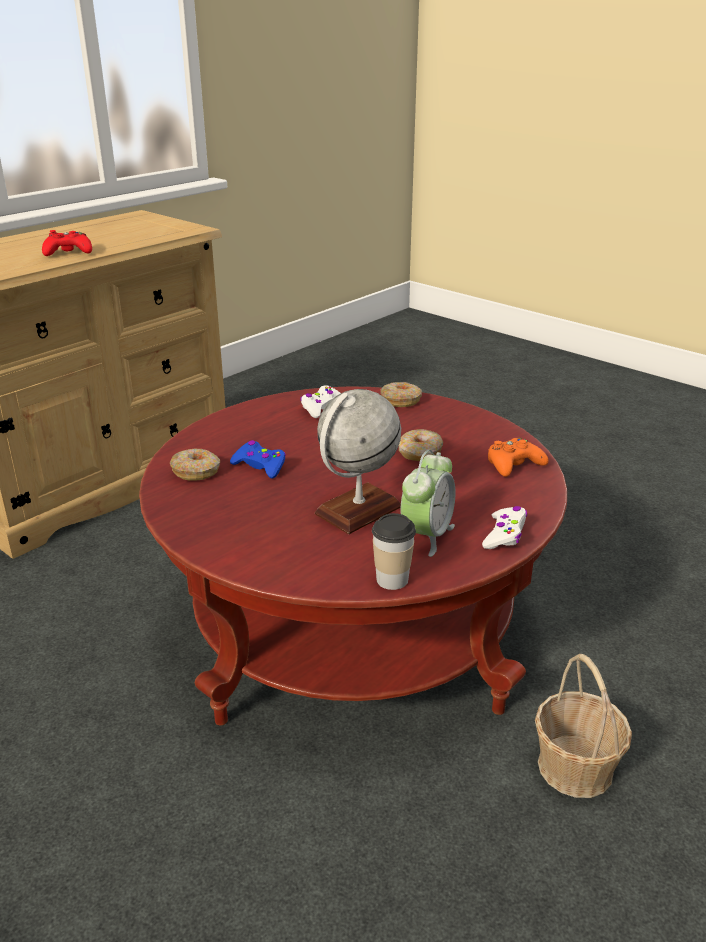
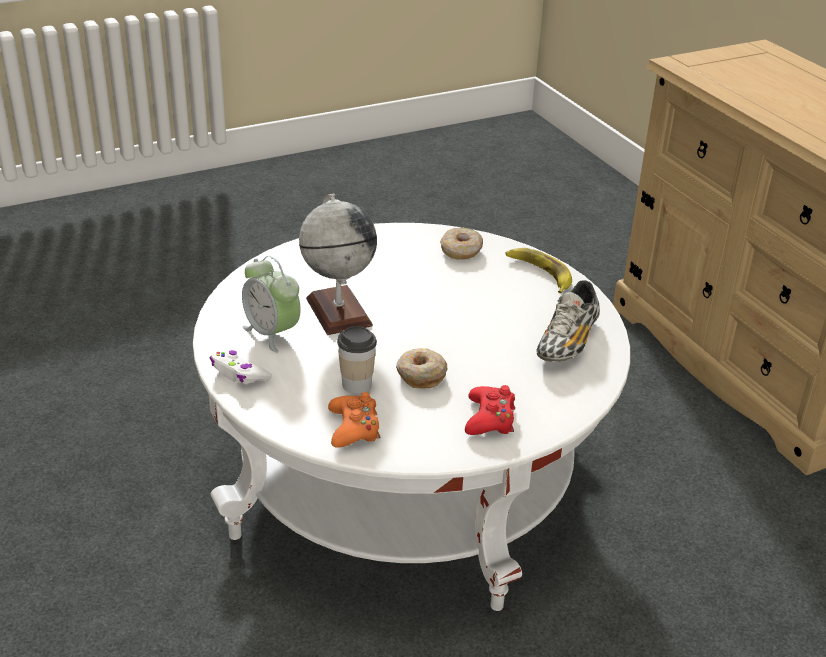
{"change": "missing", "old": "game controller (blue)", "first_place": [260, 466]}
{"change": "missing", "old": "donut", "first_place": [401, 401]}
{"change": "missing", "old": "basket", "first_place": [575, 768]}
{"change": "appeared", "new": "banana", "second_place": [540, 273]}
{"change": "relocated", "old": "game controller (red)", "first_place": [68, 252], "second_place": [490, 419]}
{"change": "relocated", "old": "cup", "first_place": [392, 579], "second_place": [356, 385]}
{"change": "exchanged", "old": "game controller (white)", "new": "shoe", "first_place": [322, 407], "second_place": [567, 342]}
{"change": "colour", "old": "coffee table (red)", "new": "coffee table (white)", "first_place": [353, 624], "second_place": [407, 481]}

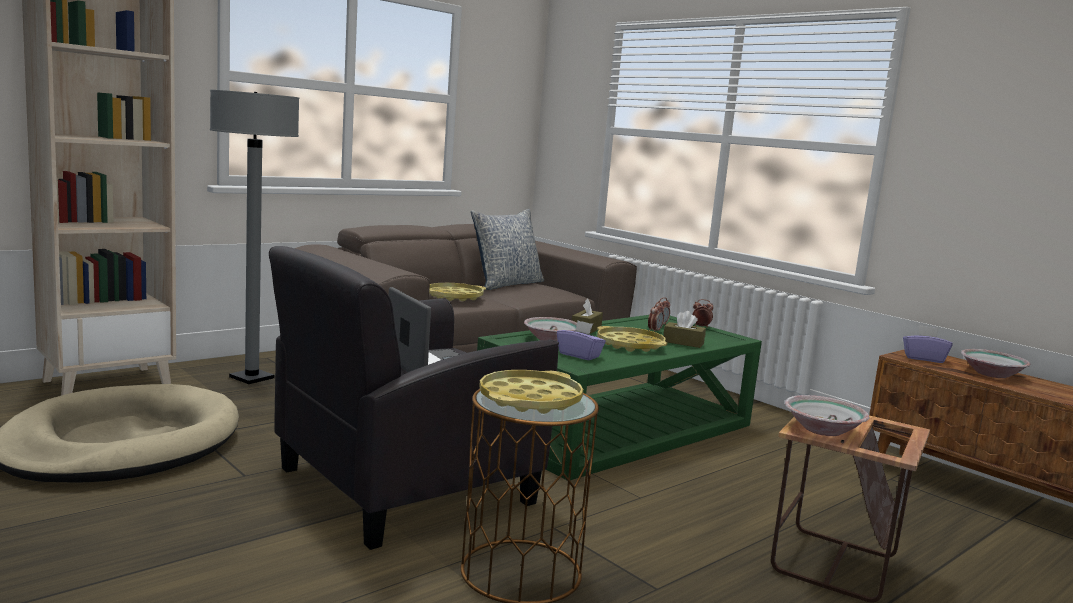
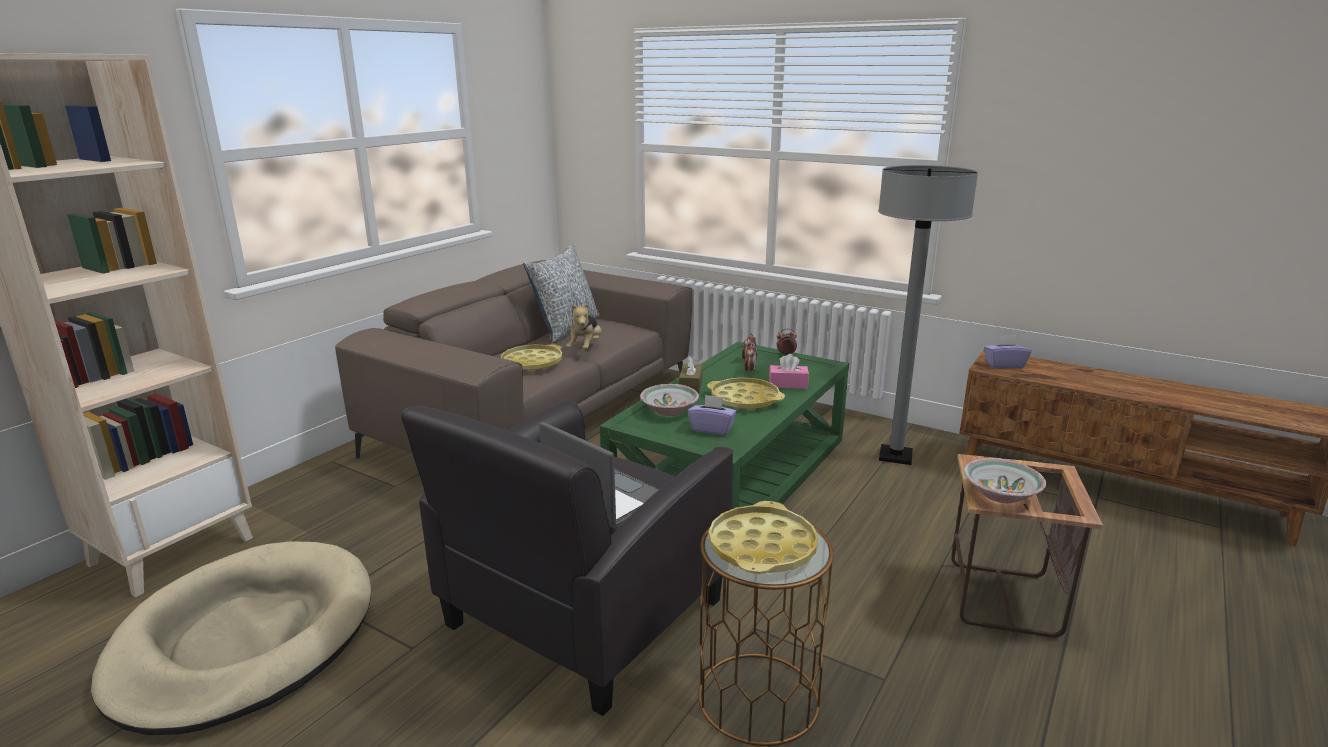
{"change": "missing", "old": "bowl", "first_place": [991, 374]}
{"change": "appeared", "new": "plush toy", "second_place": [585, 347]}
{"change": "relocated", "old": "floor lamp (grey)", "first_place": [251, 378], "second_place": [895, 456]}
{"change": "colour", "old": "tissue box (brown)", "new": "tissue box (pink)", "first_place": [683, 342], "second_place": [788, 384]}

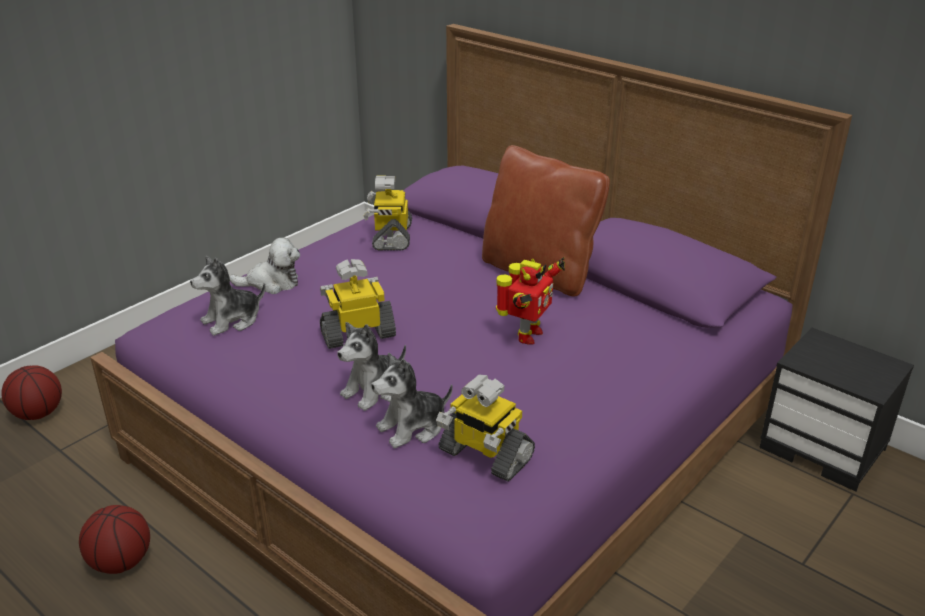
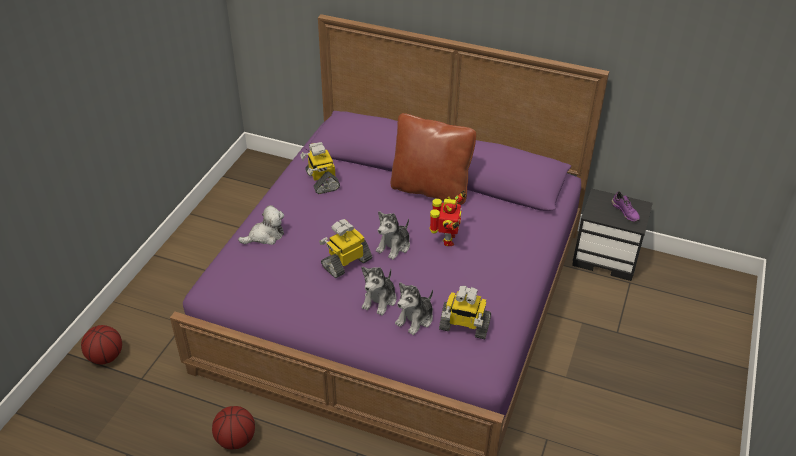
{"change": "appeared", "new": "shoe (purple)", "second_place": [625, 212]}
{"change": "relocated", "old": "plush toy", "first_place": [232, 320], "second_place": [394, 246]}

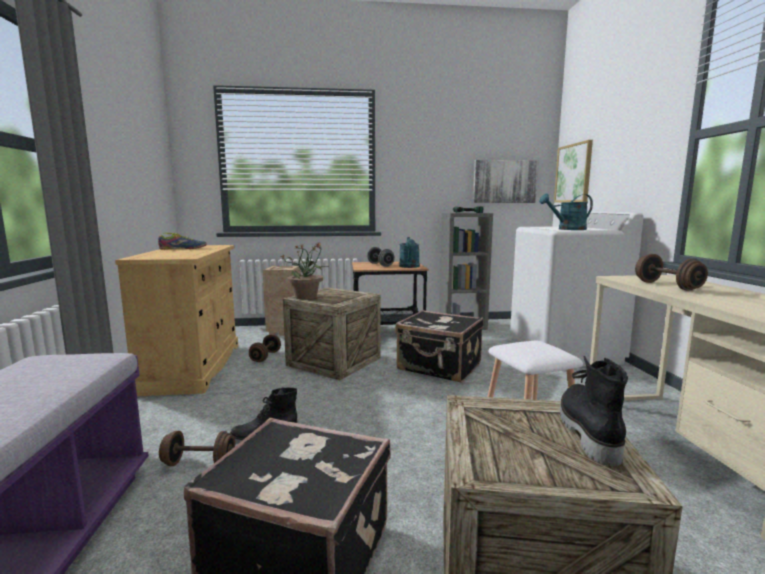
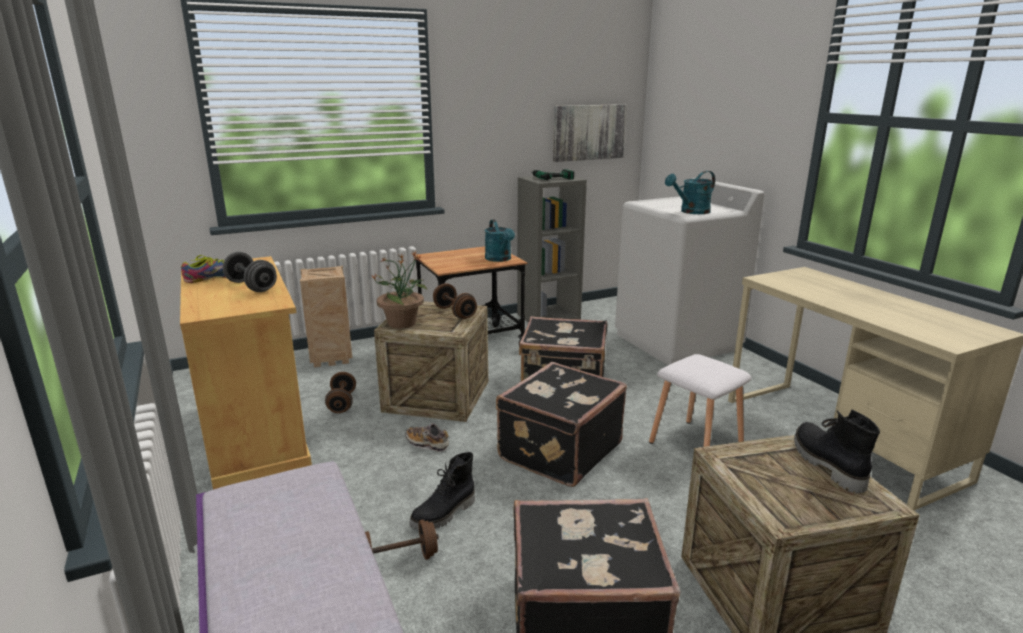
{"change": "missing", "old": "picture", "first_place": [573, 173]}
{"change": "appeared", "new": "shoe", "second_place": [427, 444]}
{"change": "appeared", "new": "suitcase (black)", "second_place": [558, 451]}
{"change": "relocated", "old": "dumbbell (grey)", "first_place": [380, 265], "second_place": [251, 286]}
{"change": "relocated", "old": "dumbbell (brown)", "first_place": [667, 286], "second_place": [454, 313]}

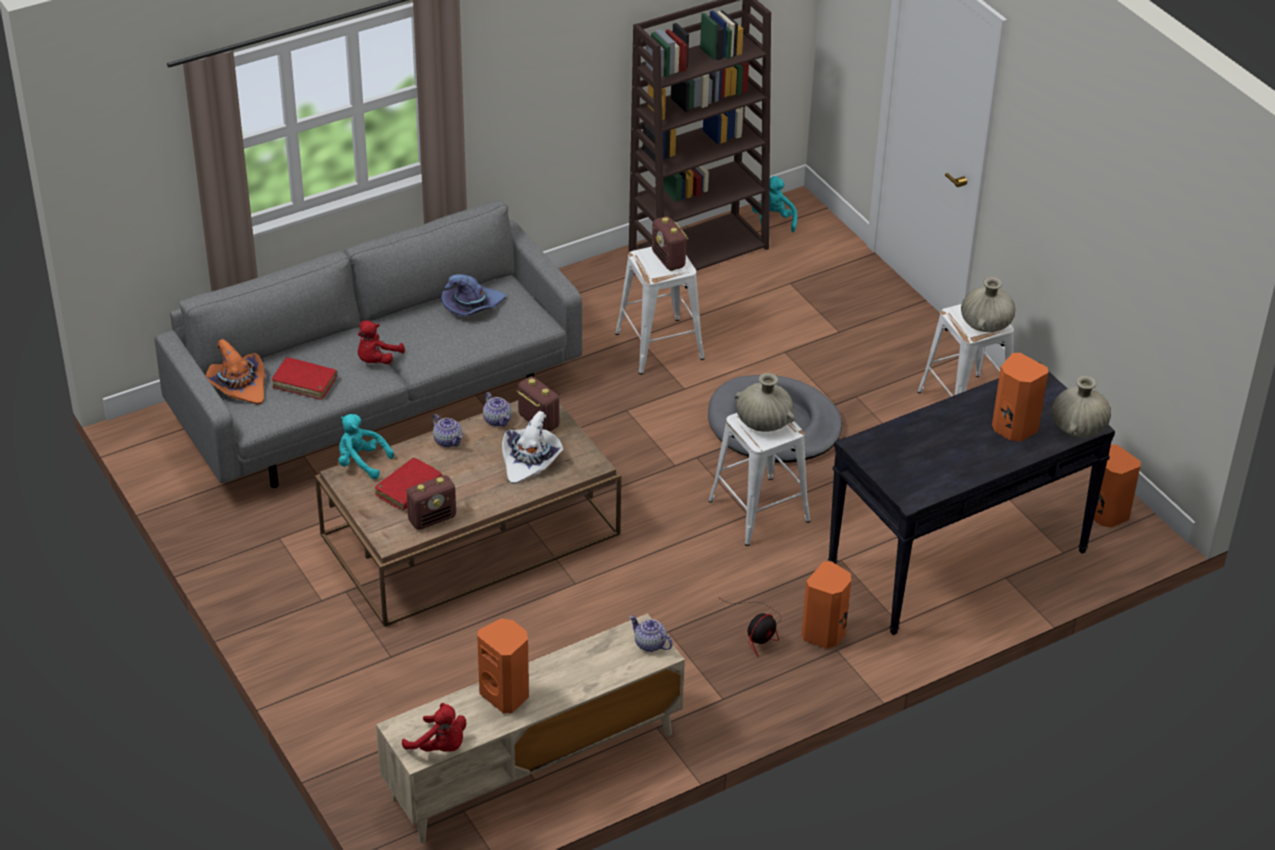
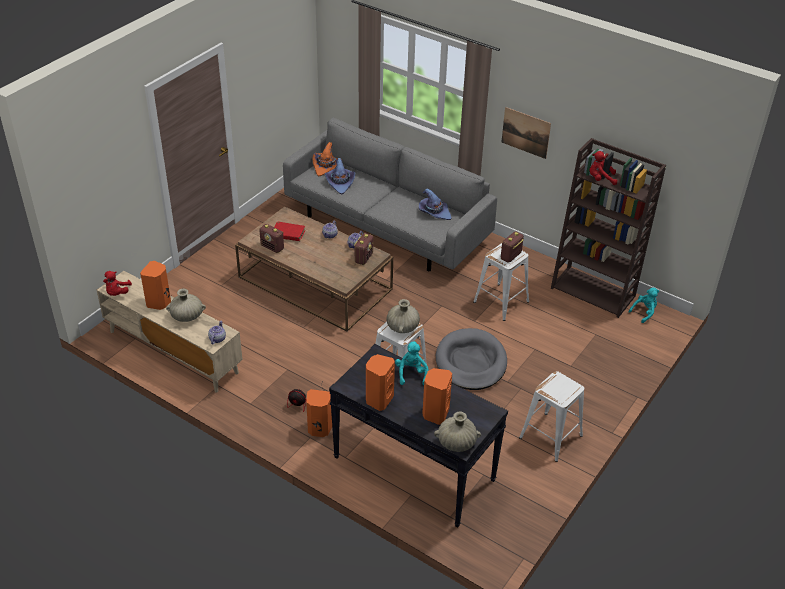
{"change": "missing", "old": "hat (white)", "first_place": [531, 460]}
{"change": "appeared", "new": "picture", "second_place": [525, 132]}
{"change": "relocated", "old": "plush toy (turquoise)", "first_place": [361, 462], "second_place": [411, 373]}
{"change": "relocated", "old": "plush toy (red)", "first_place": [377, 360], "second_place": [600, 179]}
{"change": "relocated", "old": "vase (beige)", "first_place": [986, 324], "second_place": [187, 316]}
{"change": "relocated", "old": "speaker (orange)", "first_place": [1105, 515], "second_place": [378, 400]}
{"change": "exchanged", "old": "book (red)", "new": "hat (purple)", "first_place": [305, 383], "second_place": [340, 183]}

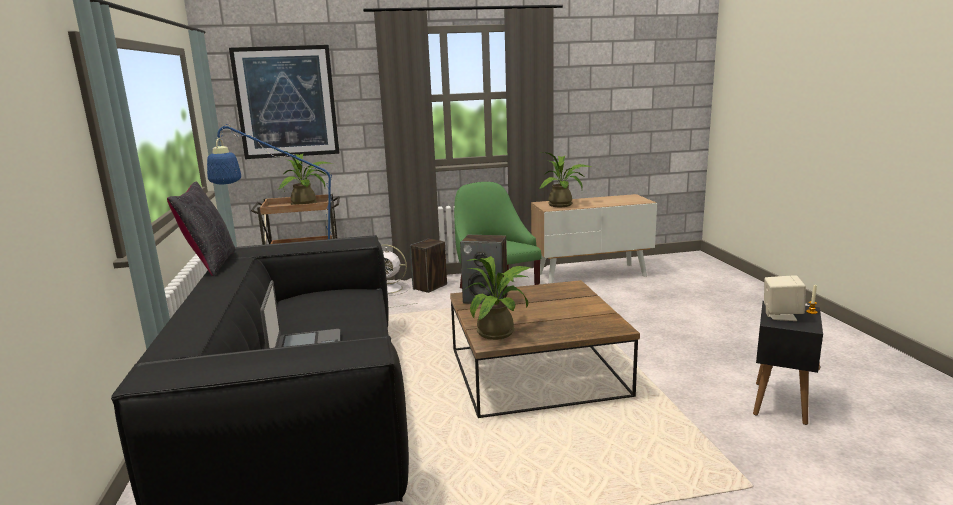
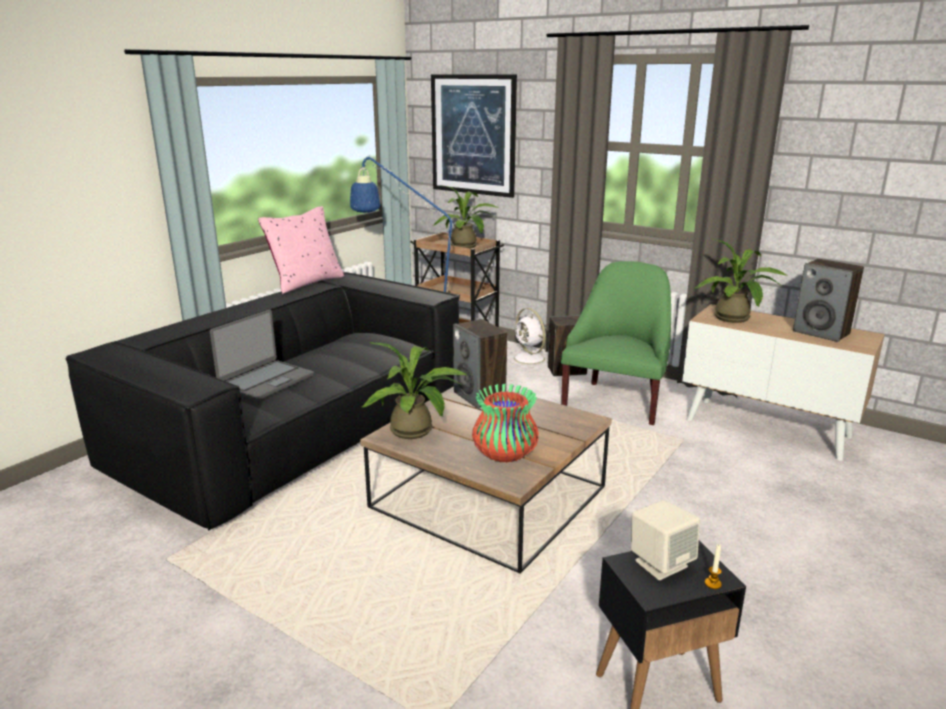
{"change": "appeared", "new": "vase", "second_place": [504, 454]}
{"change": "appeared", "new": "speaker", "second_place": [822, 333]}
{"change": "colour", "old": "pillow (black)", "new": "pillow (pink)", "first_place": [210, 264], "second_place": [306, 283]}

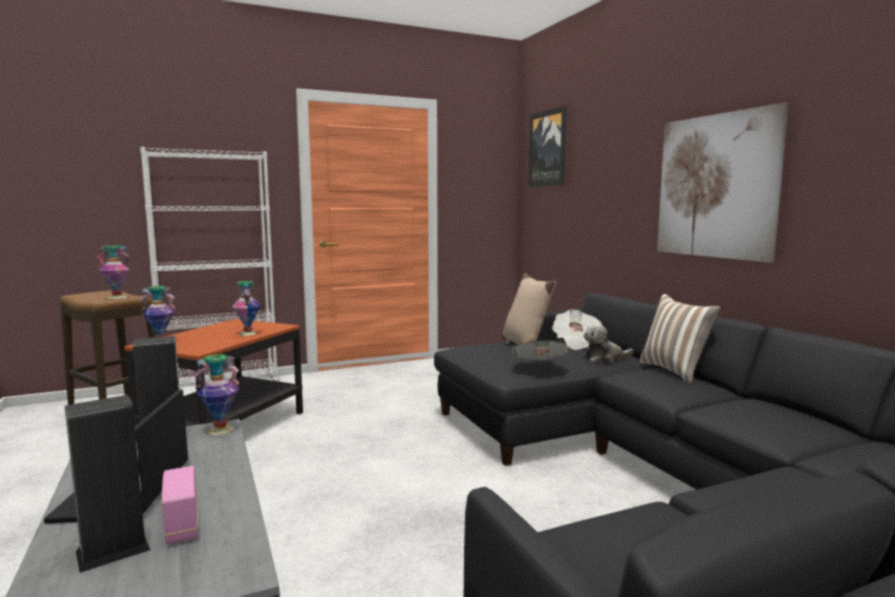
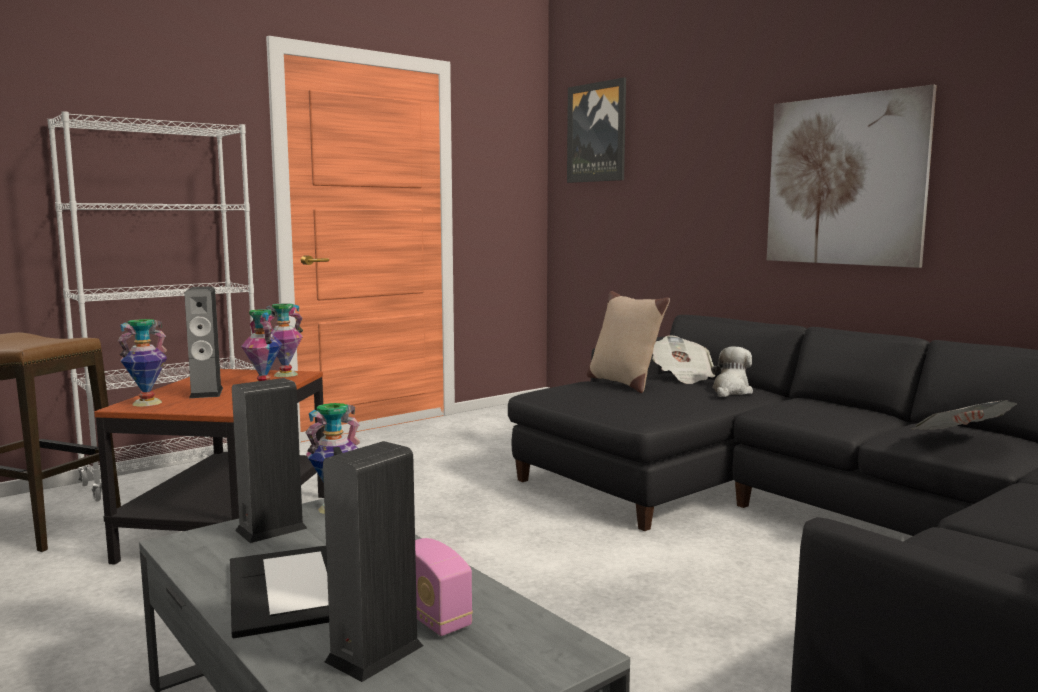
{"change": "missing", "old": "pillow", "first_place": [675, 371]}
{"change": "appeared", "new": "speaker", "second_place": [206, 393]}
{"change": "relocated", "old": "vase", "first_place": [117, 297], "second_place": [285, 374]}
{"change": "relocated", "old": "newspaper", "first_place": [539, 367], "second_place": [959, 440]}
{"change": "spun", "old": "plush toy", "first_place": [604, 358], "second_place": [730, 391], "degrees": 150}

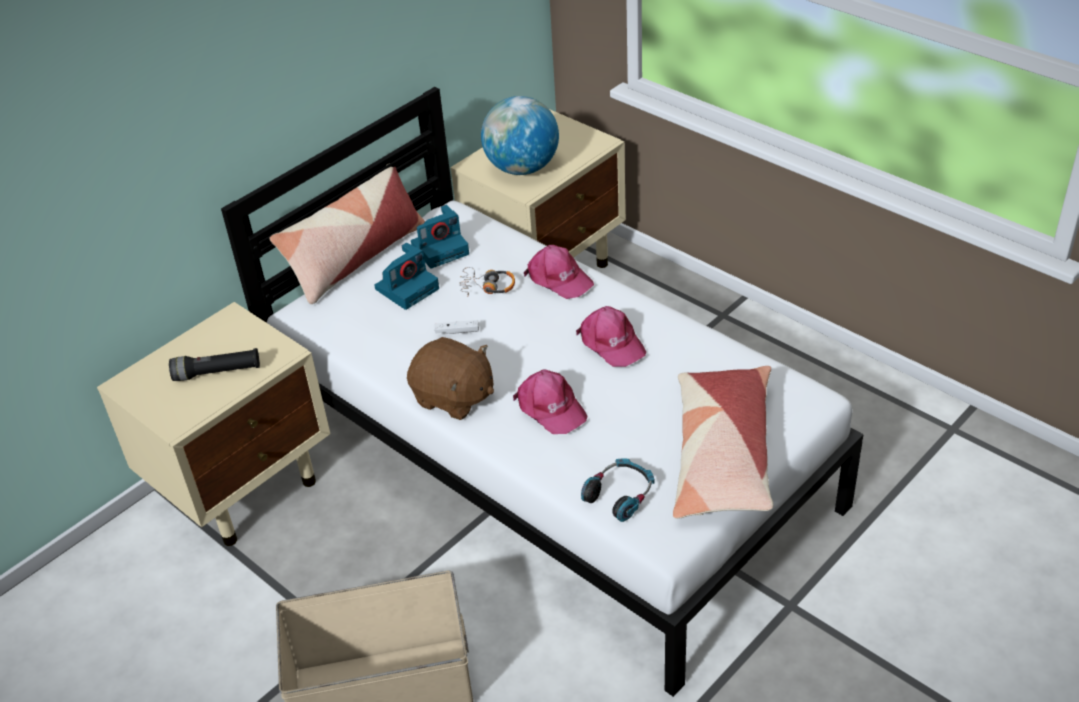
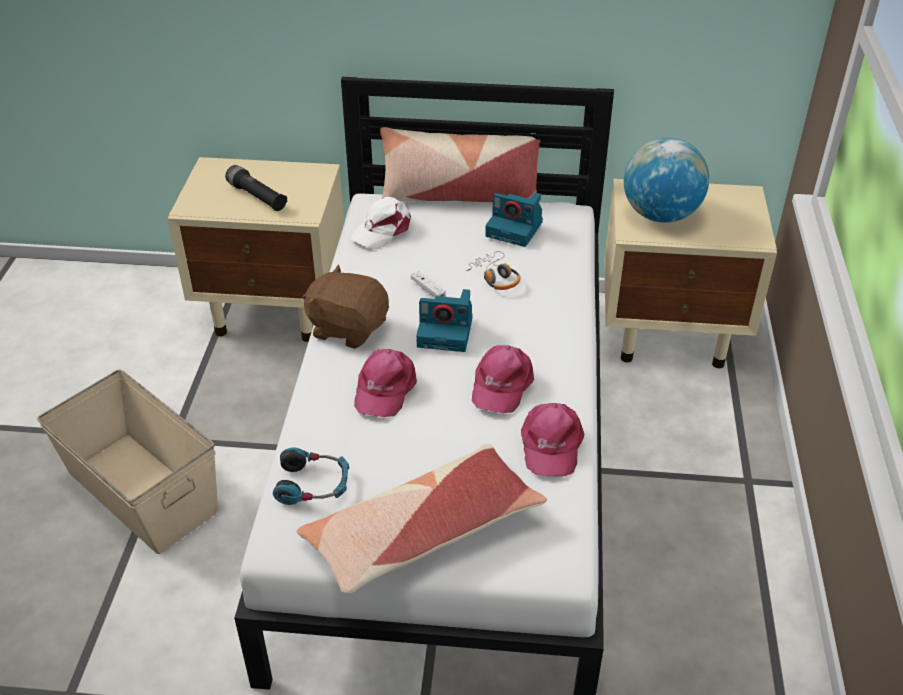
{"change": "appeared", "new": "cap (white)", "second_place": [382, 229]}
{"change": "relocated", "old": "photo camera", "first_place": [407, 288], "second_place": [446, 332]}
{"change": "relocated", "old": "cap (pink)", "first_place": [558, 279], "second_place": [550, 444]}
{"change": "spun", "old": "plush toy (brown)", "first_place": [453, 398], "second_place": [348, 328], "degrees": 120}

